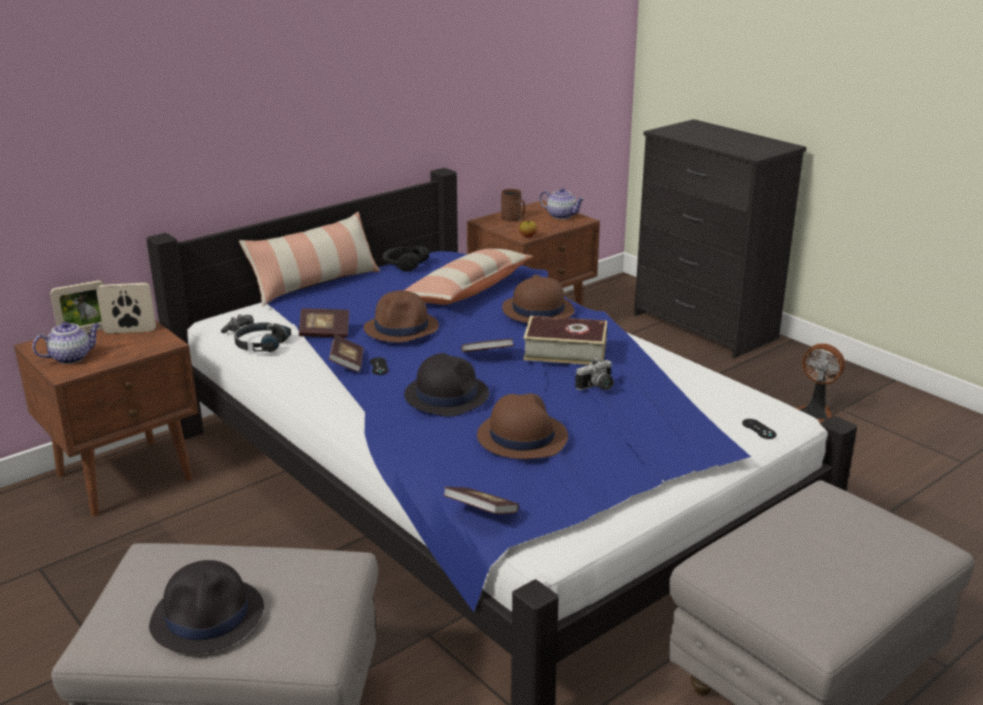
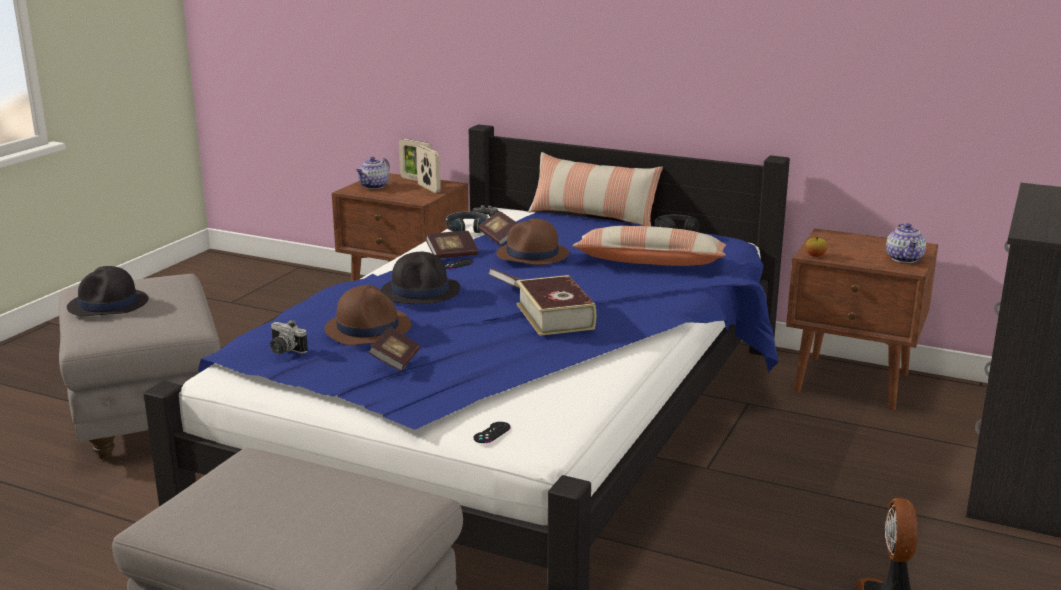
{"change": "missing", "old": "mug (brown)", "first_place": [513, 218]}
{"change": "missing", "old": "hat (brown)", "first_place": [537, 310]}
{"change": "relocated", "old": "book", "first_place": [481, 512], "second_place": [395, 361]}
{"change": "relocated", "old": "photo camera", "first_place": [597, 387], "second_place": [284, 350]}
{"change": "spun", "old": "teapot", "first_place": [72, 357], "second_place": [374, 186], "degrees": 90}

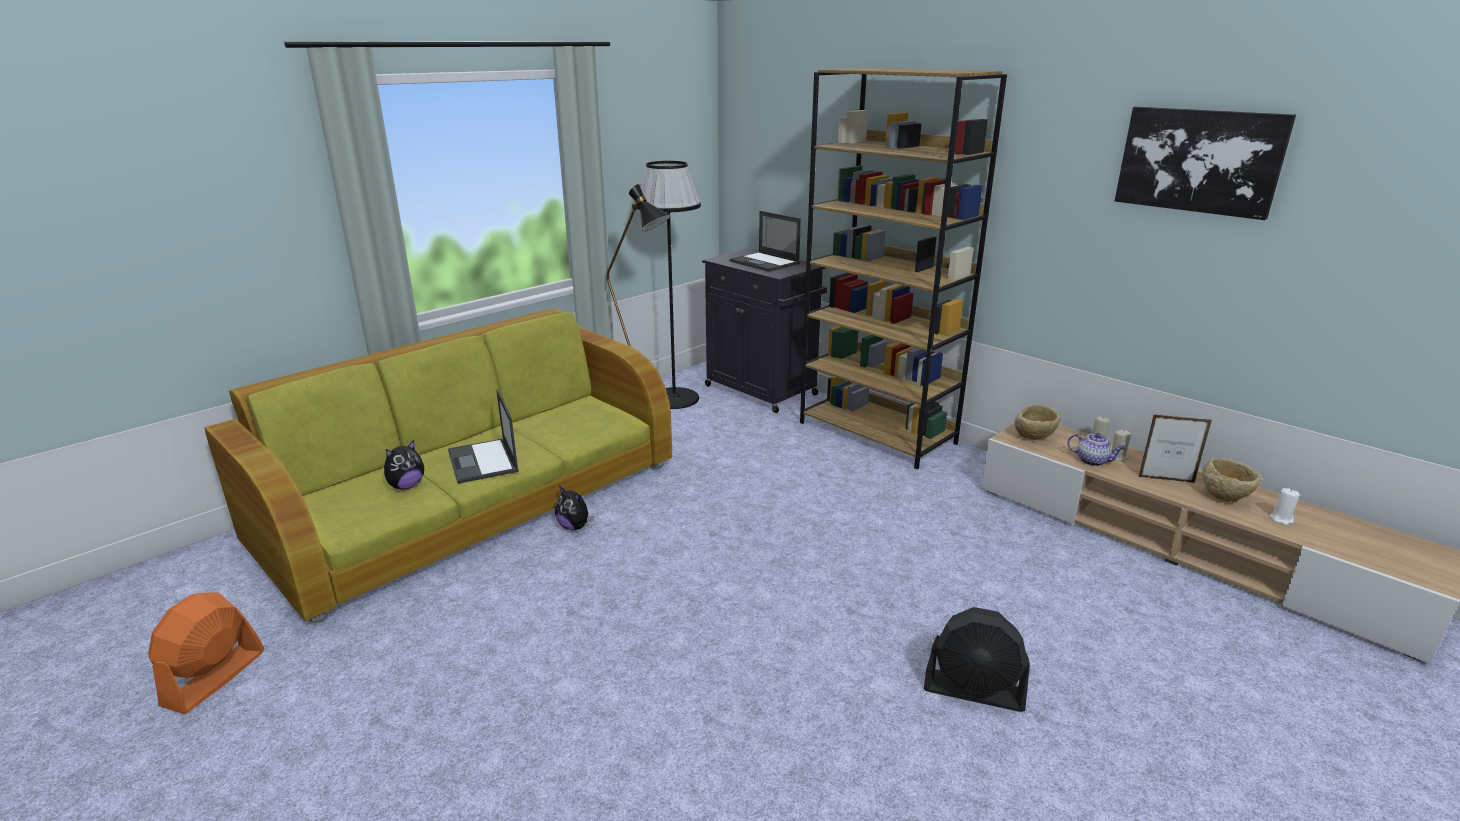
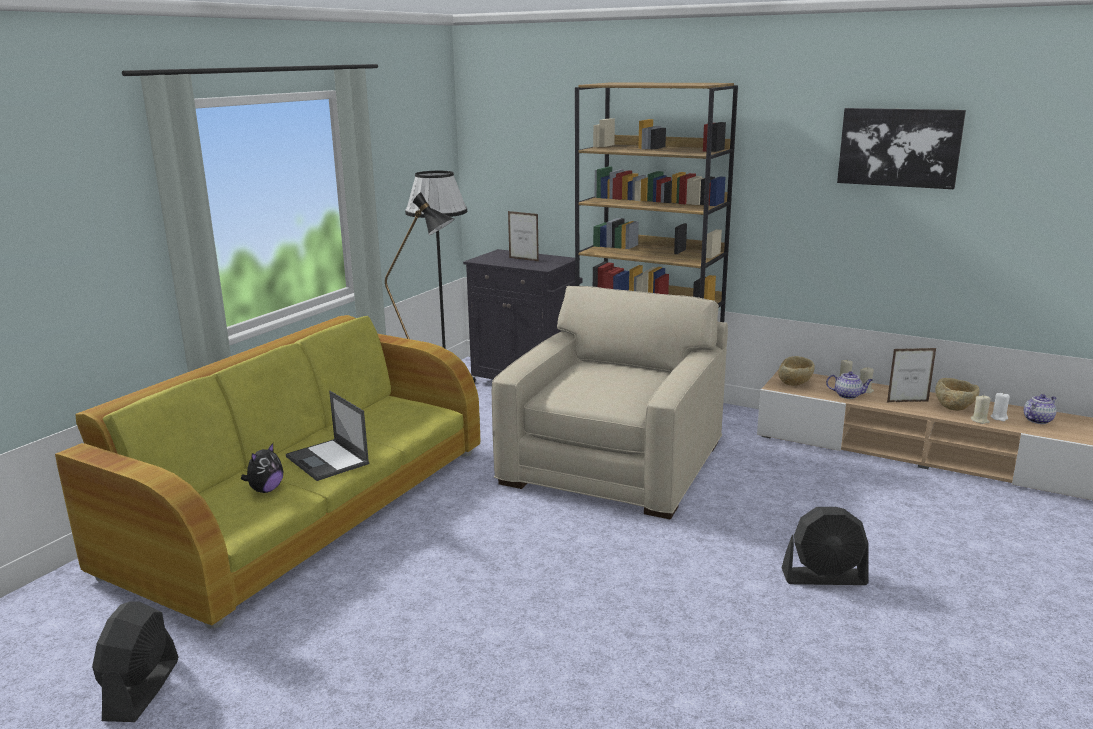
{"change": "missing", "old": "plush toy", "first_place": [575, 527]}
{"change": "appeared", "new": "armchair (beige)", "second_place": [614, 462]}
{"change": "appeared", "new": "candle (beige)", "second_place": [979, 420]}
{"change": "appeared", "new": "teapot", "second_place": [1038, 420]}
{"change": "exchanged", "old": "laptop", "new": "picture frame", "first_place": [765, 262], "second_place": [523, 259]}
{"change": "colour", "old": "fan (orange)", "new": "fan (black)", "first_place": [214, 678], "second_place": [141, 690]}

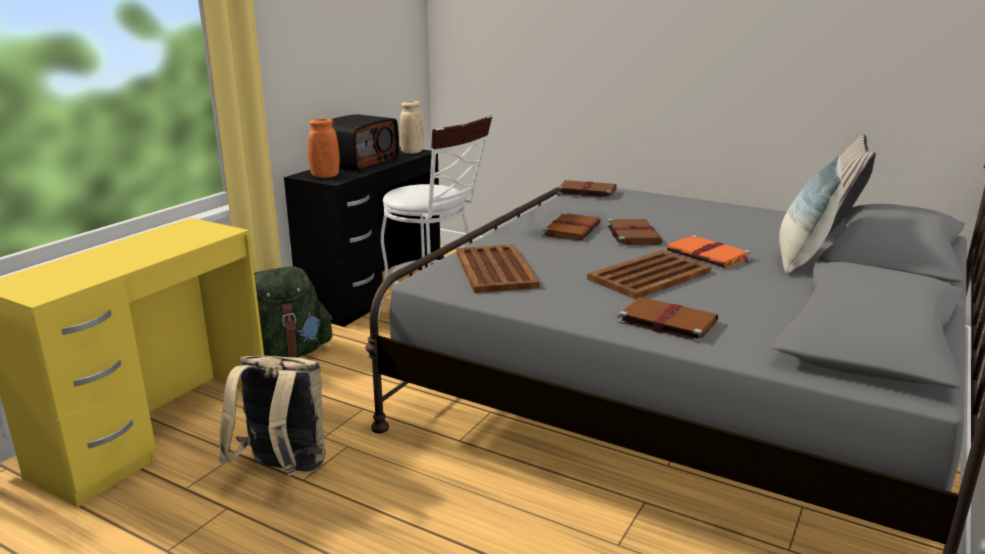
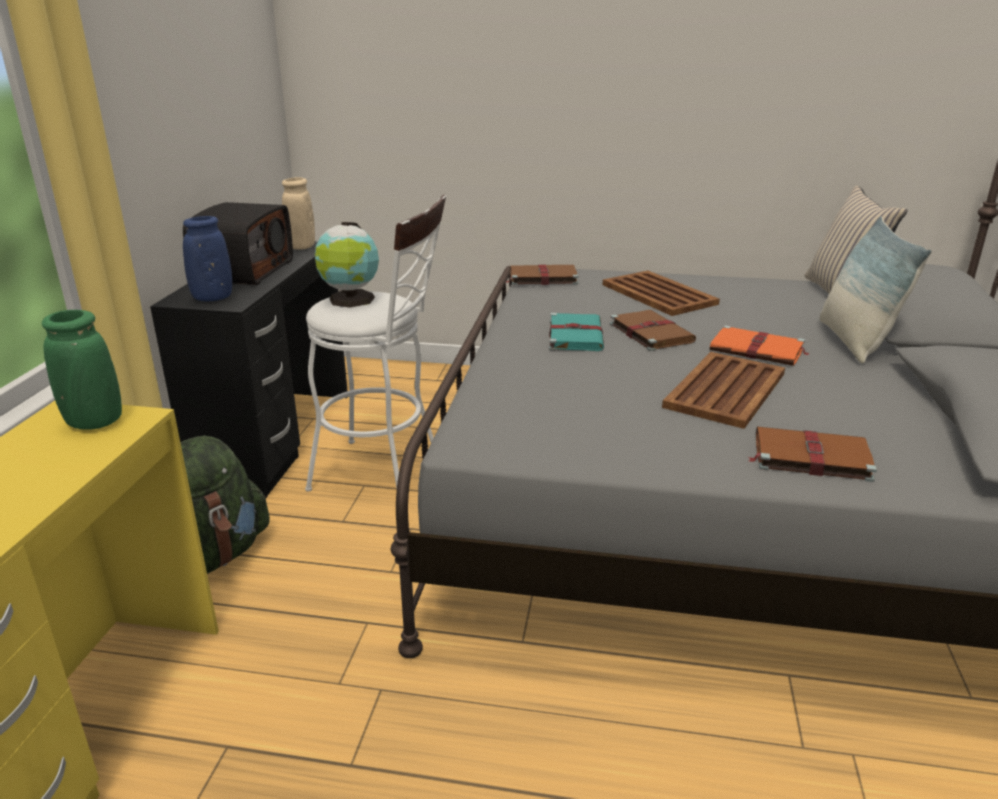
{"change": "missing", "old": "backpack (beige)", "first_place": [283, 470]}
{"change": "appeared", "new": "vase (green)", "second_place": [94, 422]}
{"change": "appeared", "new": "globe", "second_place": [350, 300]}
{"change": "relocated", "old": "tray (brown)", "first_place": [495, 270], "second_place": [659, 295]}
{"change": "colour", "old": "vase (orange)", "new": "vase (blue)", "first_place": [325, 176], "second_place": [213, 298]}
{"change": "colour", "old": "book (brown)", "new": "book (turquoise)", "first_place": [572, 229], "second_place": [575, 335]}

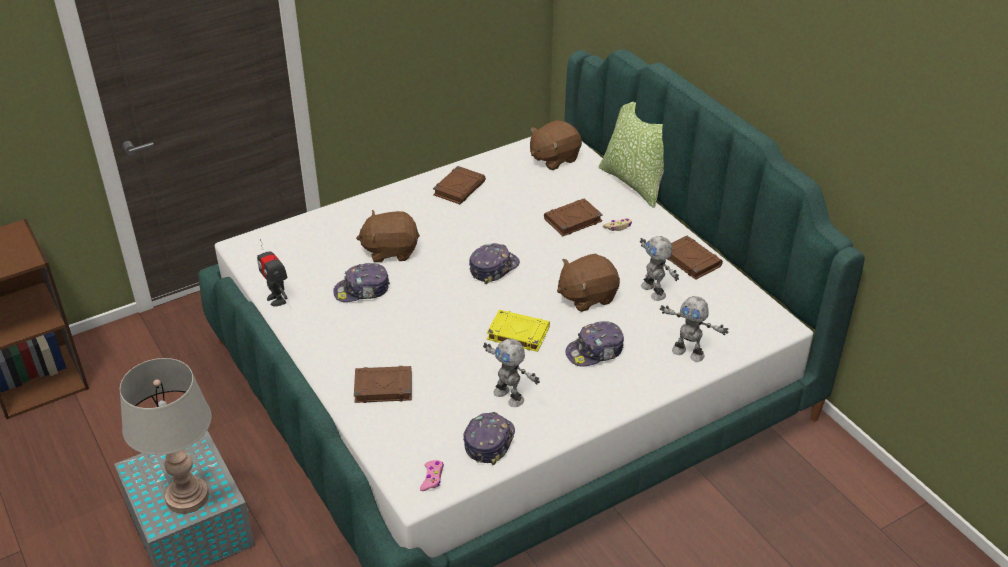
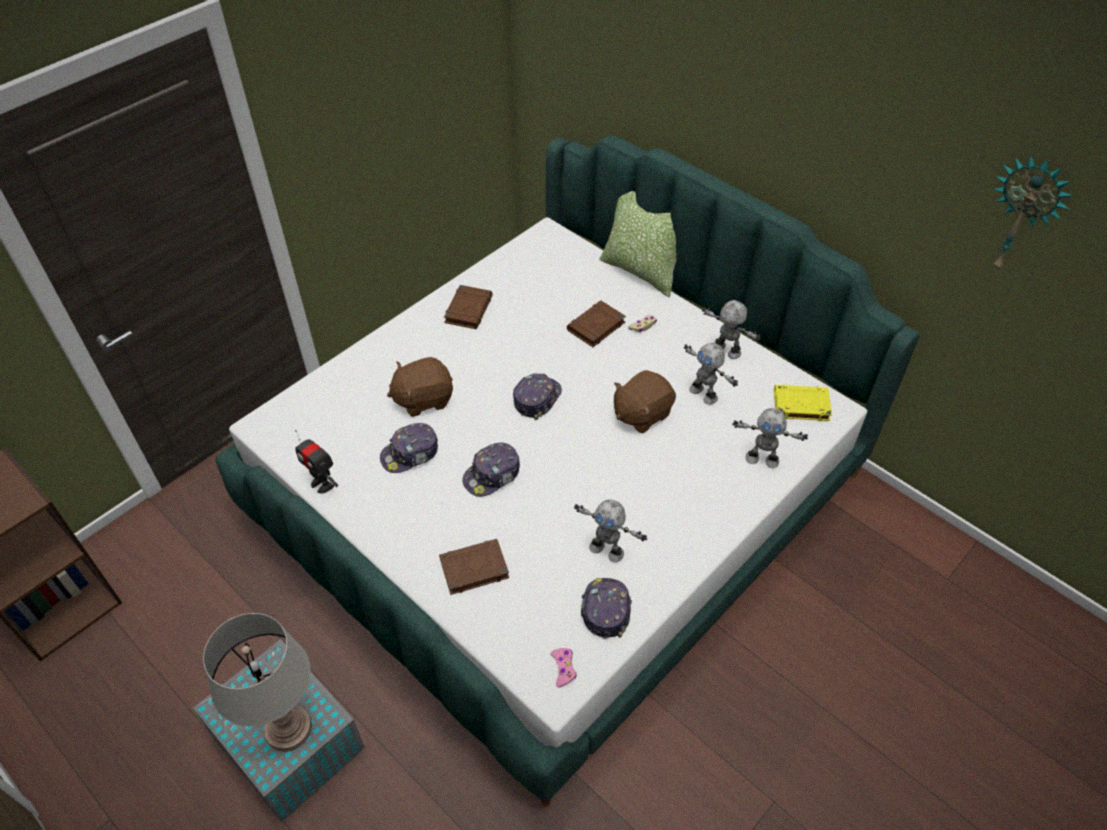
{"change": "missing", "old": "plush toy (brown)", "first_place": [554, 158]}
{"change": "appeared", "new": "wall clock", "second_place": [1022, 214]}
{"change": "relocated", "old": "book (yellow)", "first_place": [517, 333], "second_place": [800, 405]}
{"change": "relocated", "old": "cap", "first_place": [595, 351], "second_place": [492, 475]}
{"change": "exchanged", "old": "book (brown)", "new": "toy robot", "first_place": [690, 260], "second_place": [725, 351]}

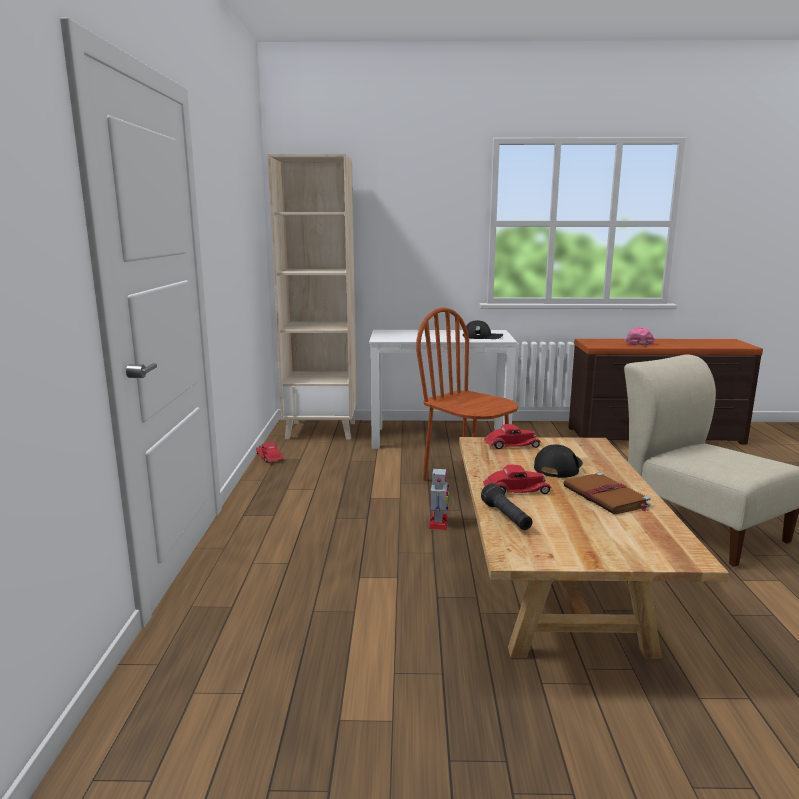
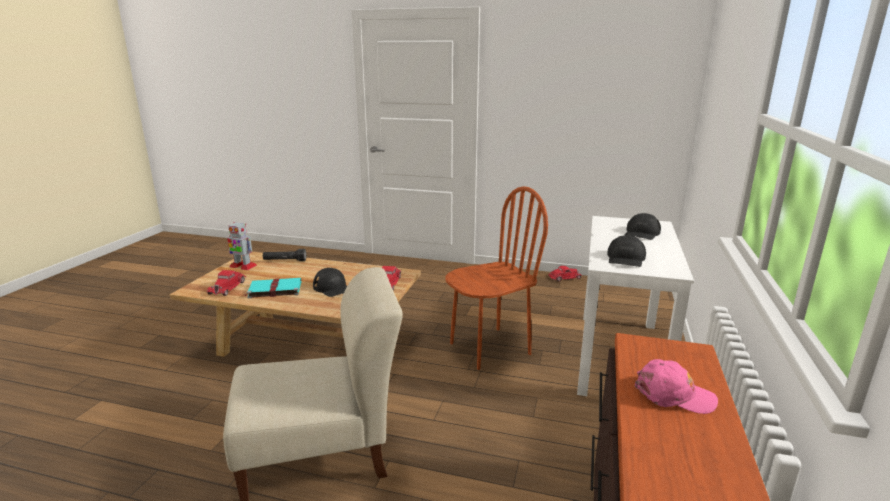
{"change": "missing", "old": "bookcase (beige)", "first_place": [322, 430]}
{"change": "appeared", "new": "cap (black)", "second_place": [641, 233]}
{"change": "relocated", "old": "toy robot", "first_place": [438, 523], "second_place": [242, 266]}
{"change": "relocated", "old": "toy car (red)", "first_place": [516, 489], "second_place": [228, 287]}
{"change": "colour", "old": "book (brown)", "new": "book (turquoise)", "first_place": [606, 497], "second_place": [274, 289]}

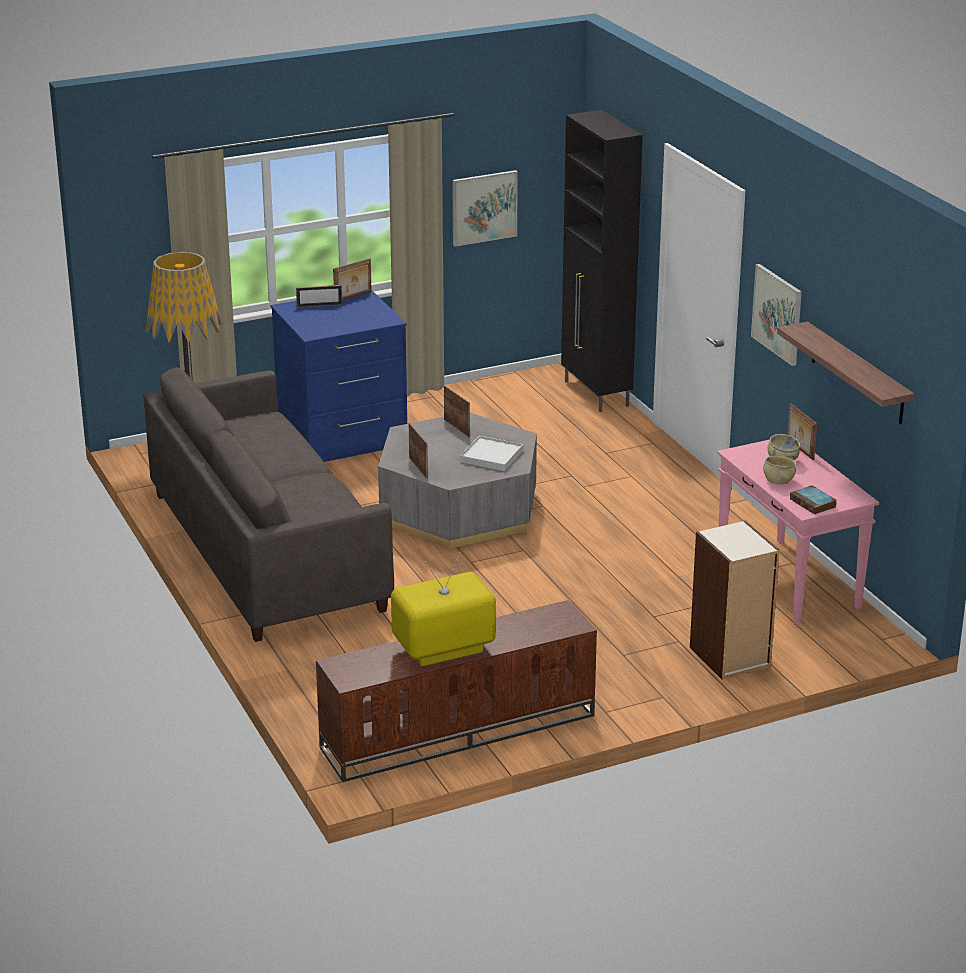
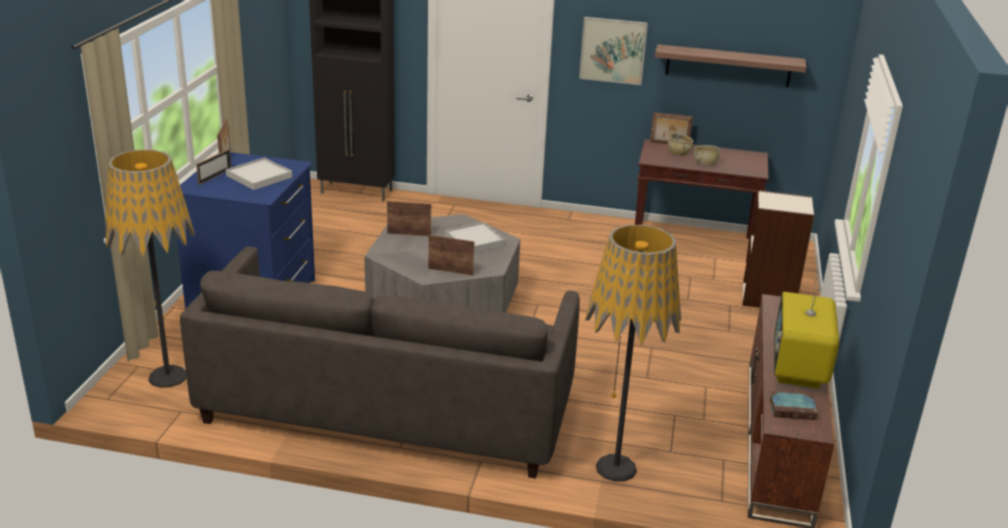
{"change": "missing", "old": "picture", "first_place": [484, 207]}
{"change": "appeared", "new": "tray (white)", "second_place": [259, 176]}
{"change": "appeared", "new": "floor lamp", "second_place": [616, 468]}
{"change": "relocated", "old": "book", "first_place": [813, 503], "second_place": [793, 409]}
{"change": "colour", "old": "console table (pink)", "new": "console table (brown)", "first_place": [789, 582], "second_place": [693, 242]}

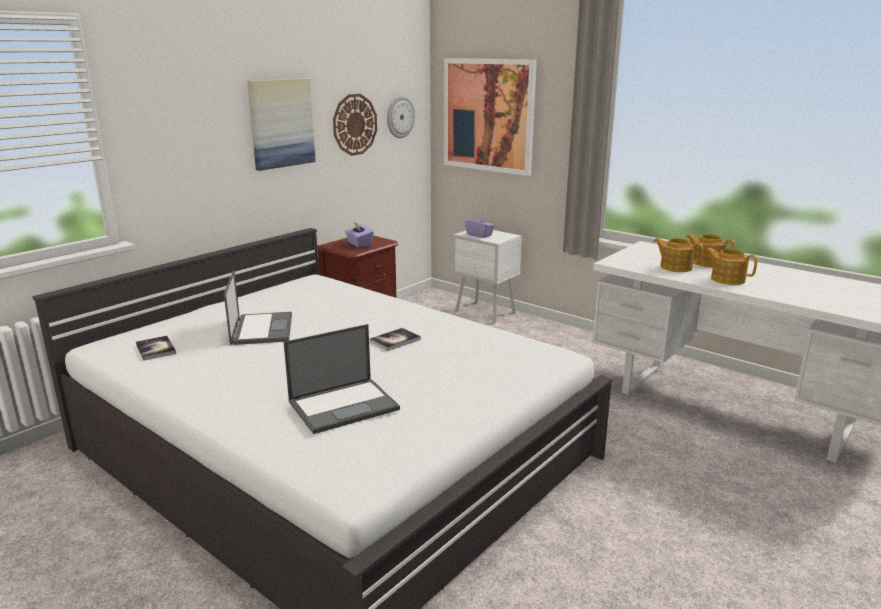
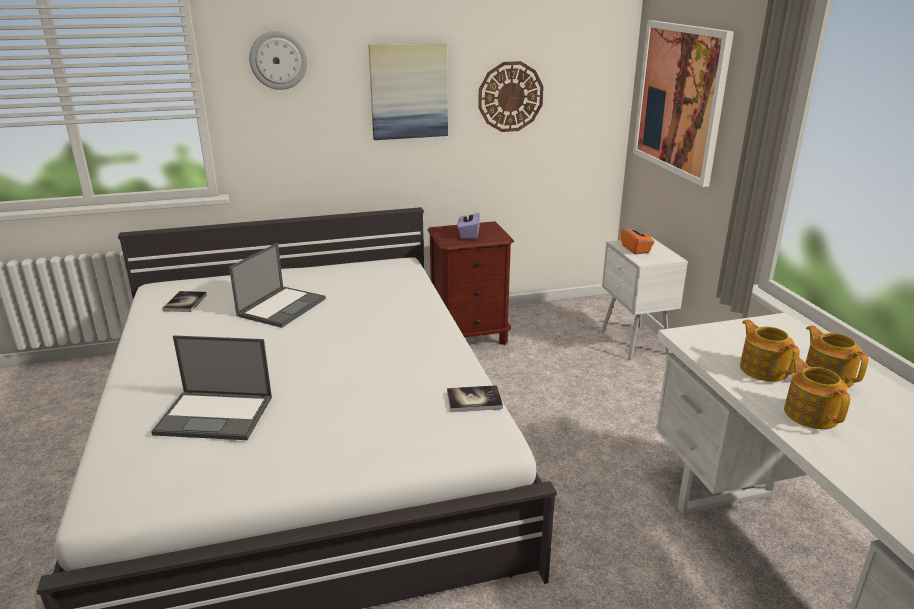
{"change": "relocated", "old": "book", "first_place": [395, 340], "second_place": [474, 400]}
{"change": "relocated", "old": "wall clock", "first_place": [400, 117], "second_place": [278, 60]}
{"change": "colour", "old": "tissue box (purple)", "new": "tissue box (orange)", "first_place": [479, 235], "second_place": [636, 249]}

